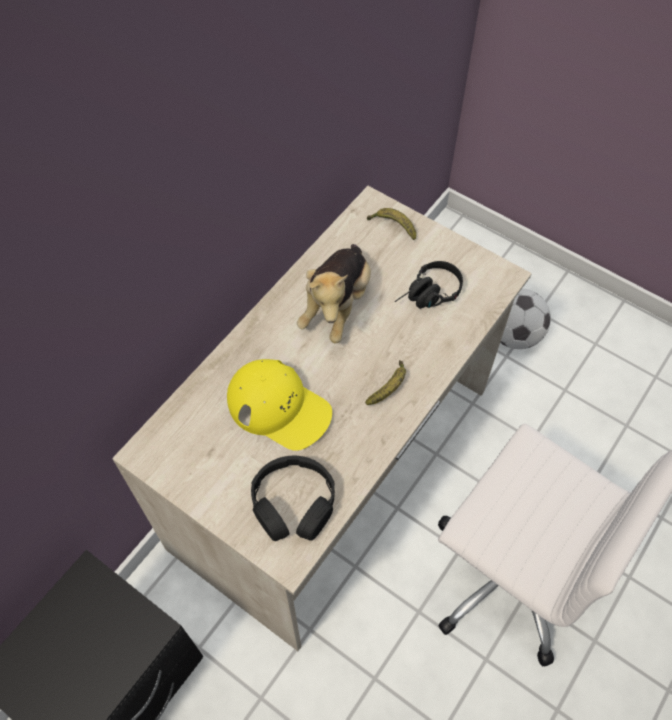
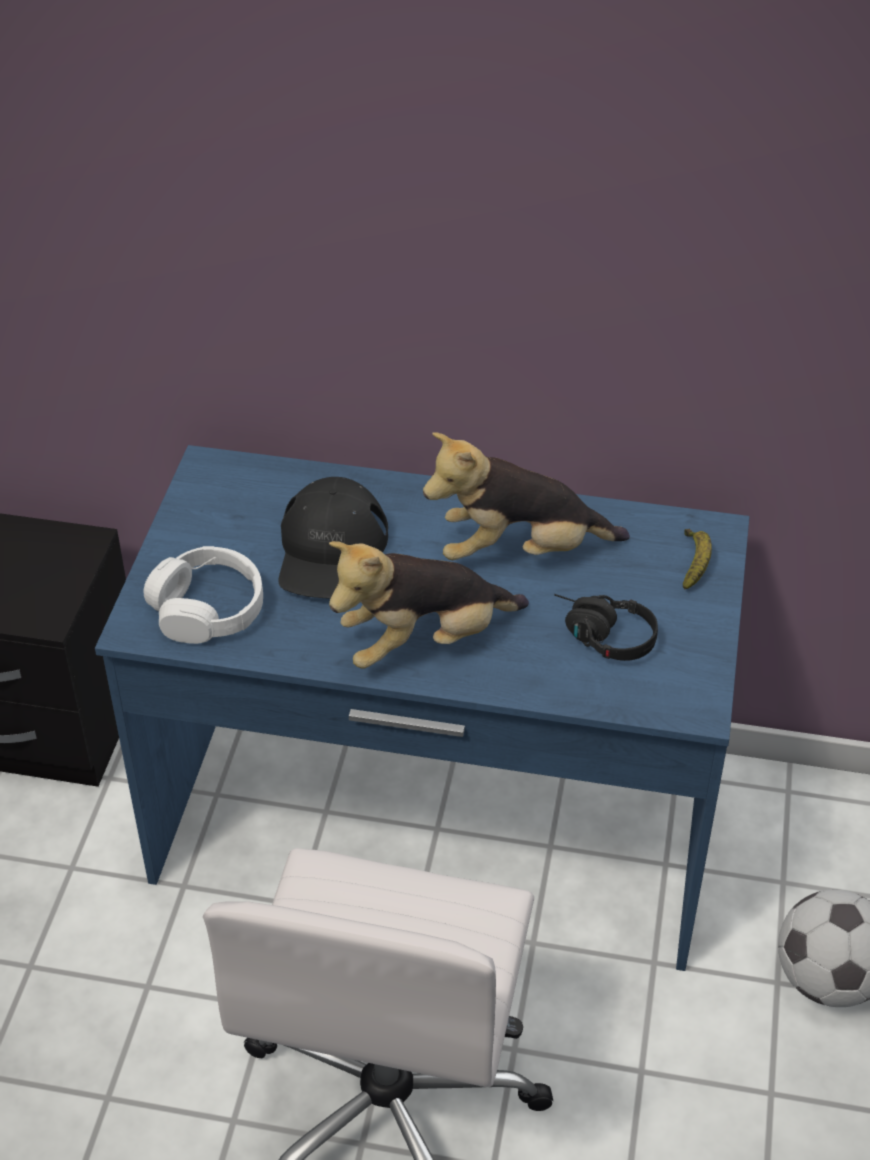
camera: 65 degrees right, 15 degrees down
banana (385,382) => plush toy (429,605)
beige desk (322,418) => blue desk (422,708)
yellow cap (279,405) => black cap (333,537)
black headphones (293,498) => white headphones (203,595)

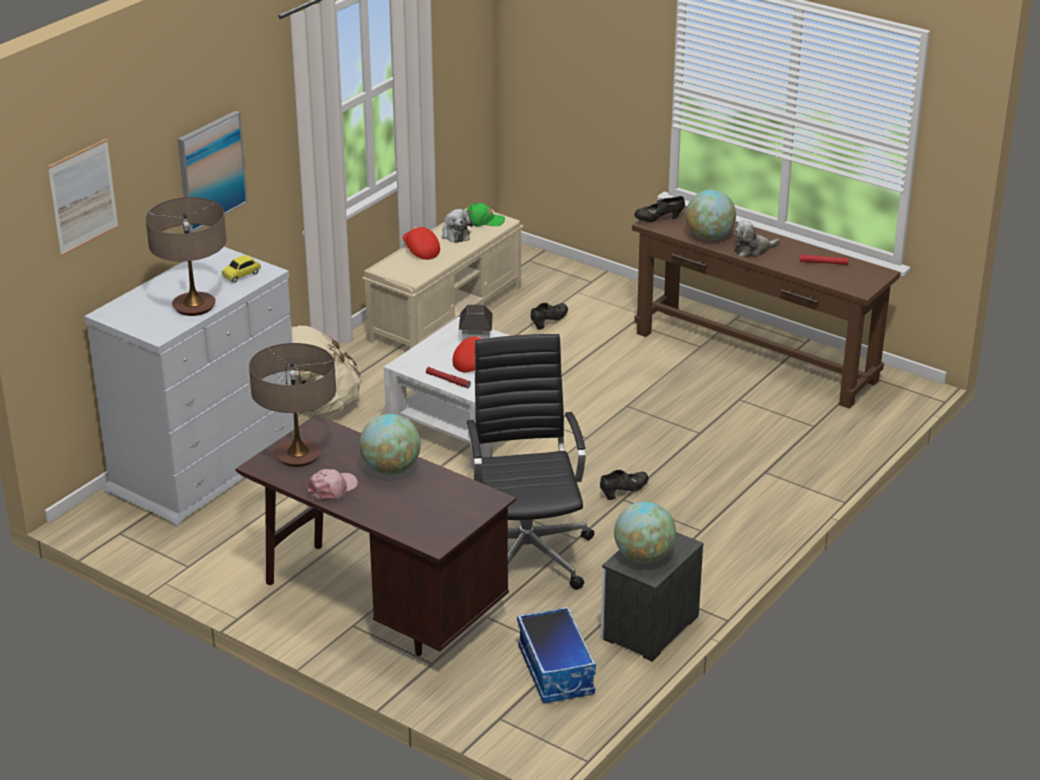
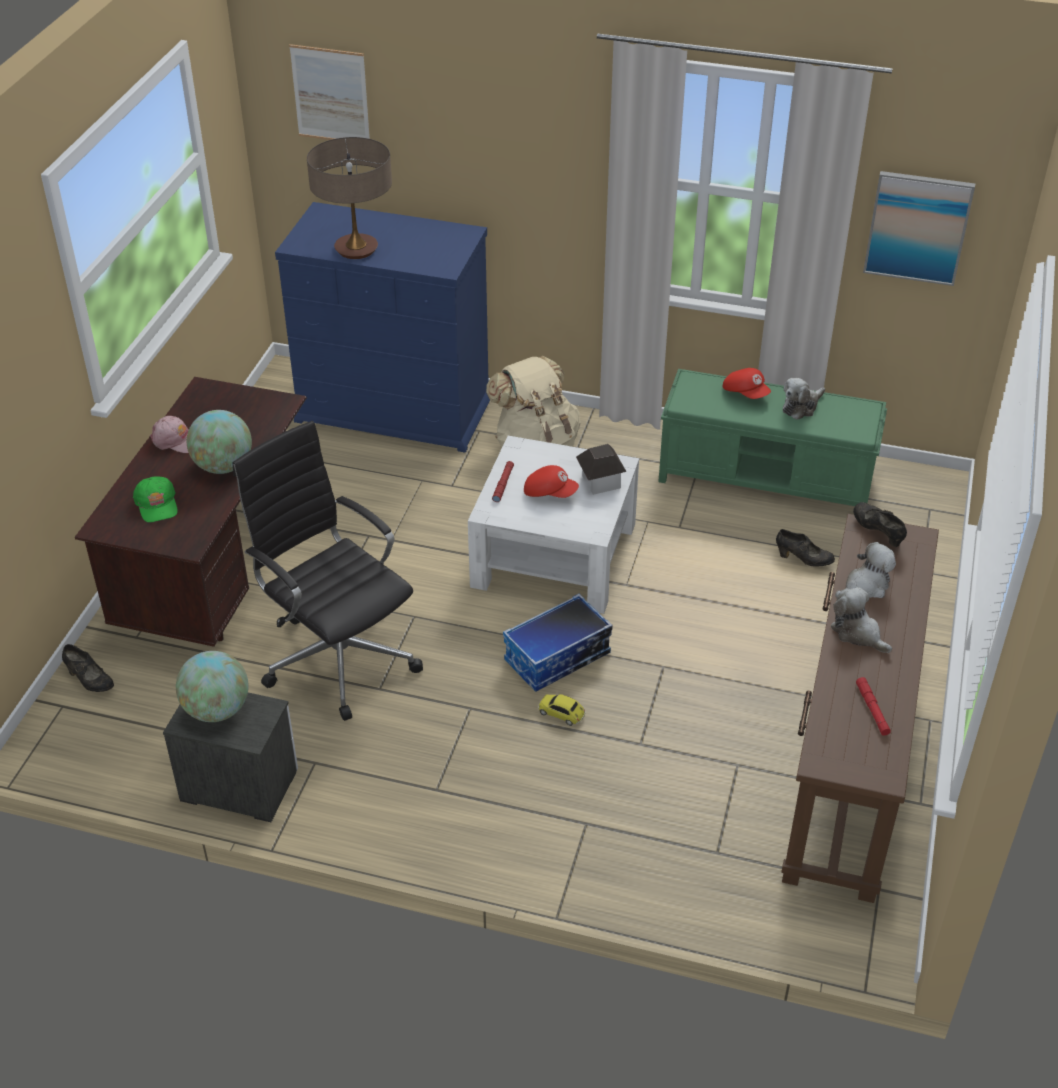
camera: 70 degrees right, 10 degrees up
table lamp (292,405) => nothing
picture (213,172) => picture (919,228), moved
toy car (241,269) => toy car (561,710), moved
green cap (485,215) => green cap (155,499), moved
storage box (556,655) => storage box (558,643), moved
black shoe (624,485) => black shoe (88,668), moved
globe (711,215) => plush toy (865,570)
white dresser (191,387) => blue dresser (382,327)
beige bench (442,278) => green bench (772,437)
red cap (421,243) => red cap (747,383), 105 degrees clockwise
black office chair (530,462) => black office chair (328,571), 105 degrees counterclockwise

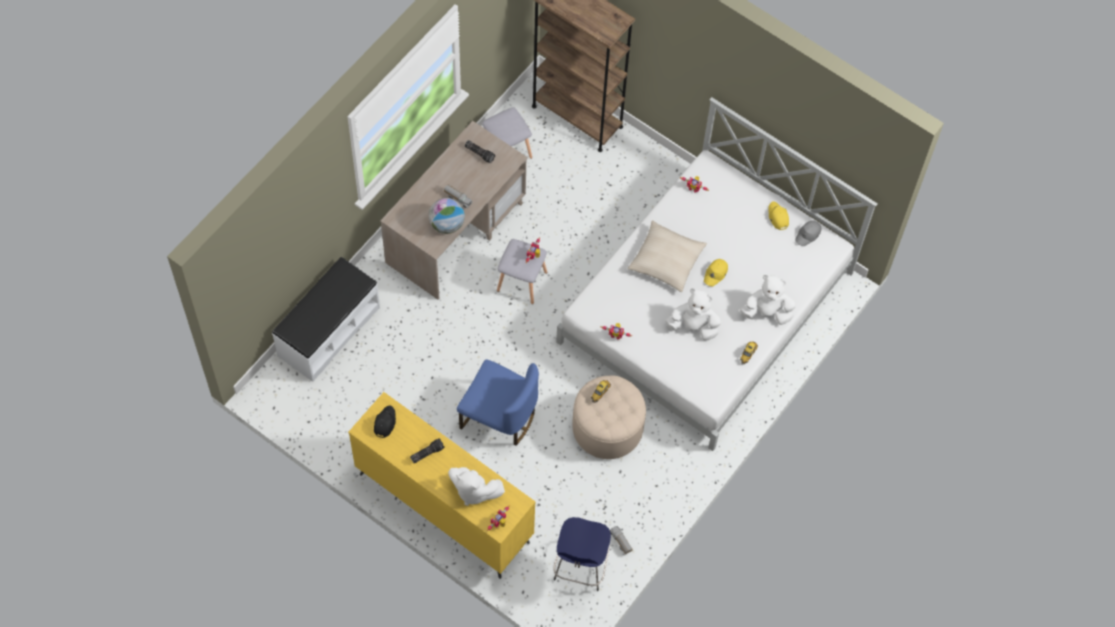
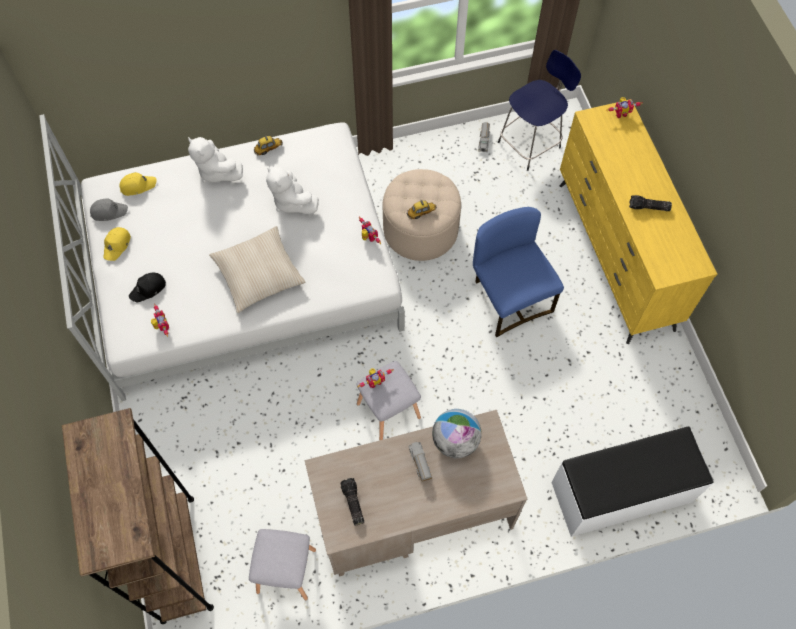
camera: 140 degrees left, 0 degrees up
white plush toy (476,486) => nothing
black cap (385,421) => black cap (147,287), moved
yellow cap (716,272) => yellow cap (138,184), moved

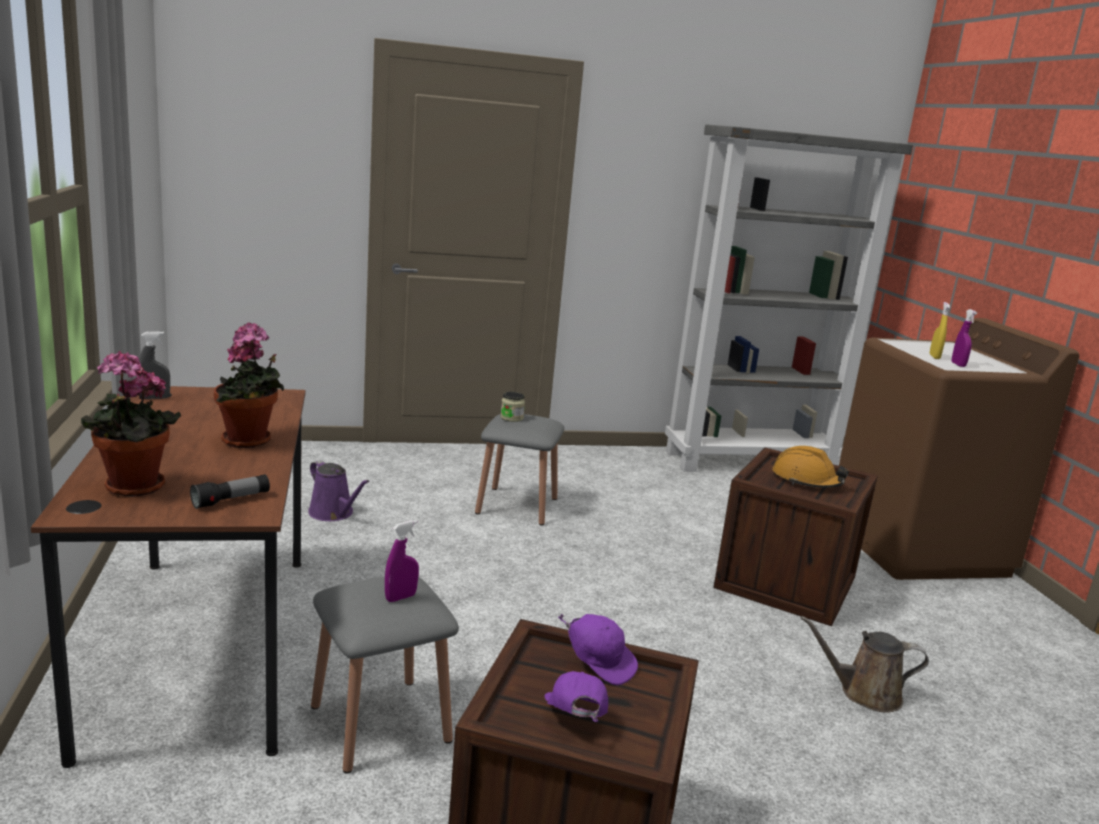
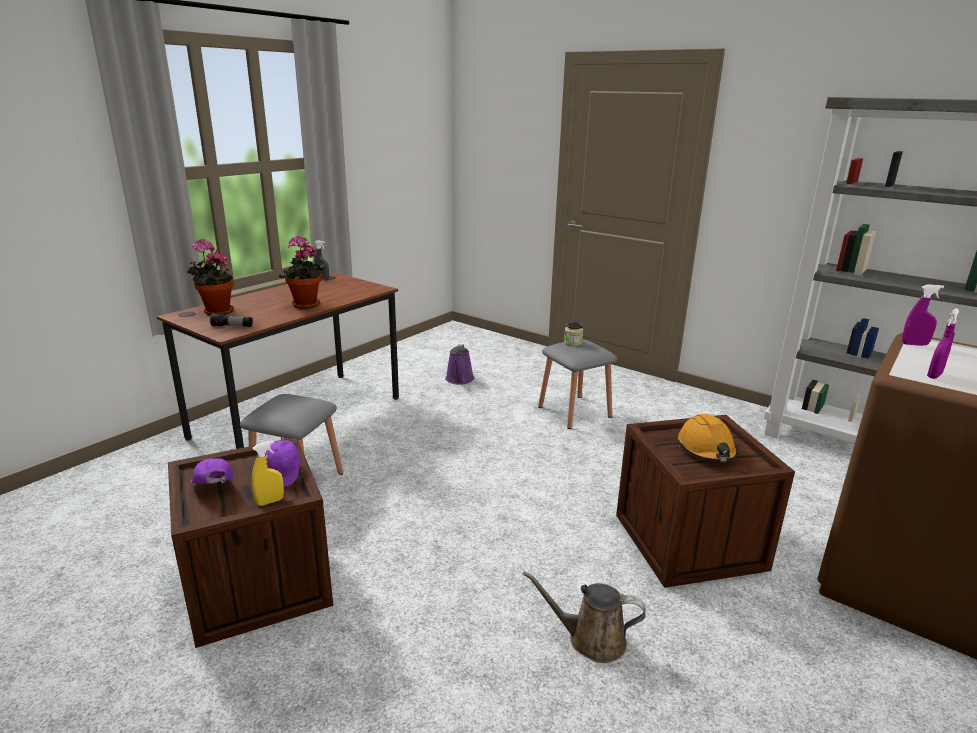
camera: 50 degrees right, 5 degrees up
purple spray bottle (402,561) => purple spray bottle (923,315), moved
yellow spray bottle (940,330) => yellow spray bottle (268,473), moved
purple cap (576,696) => purple cap (211,471), 75 degrees counterclockwise
brown watering can (865,664) => brown watering can (584,617), 45 degrees counterclockwise

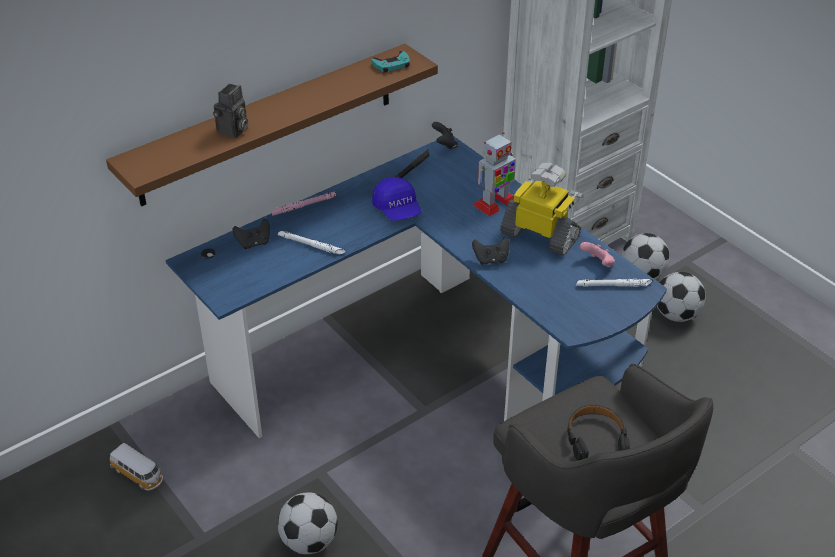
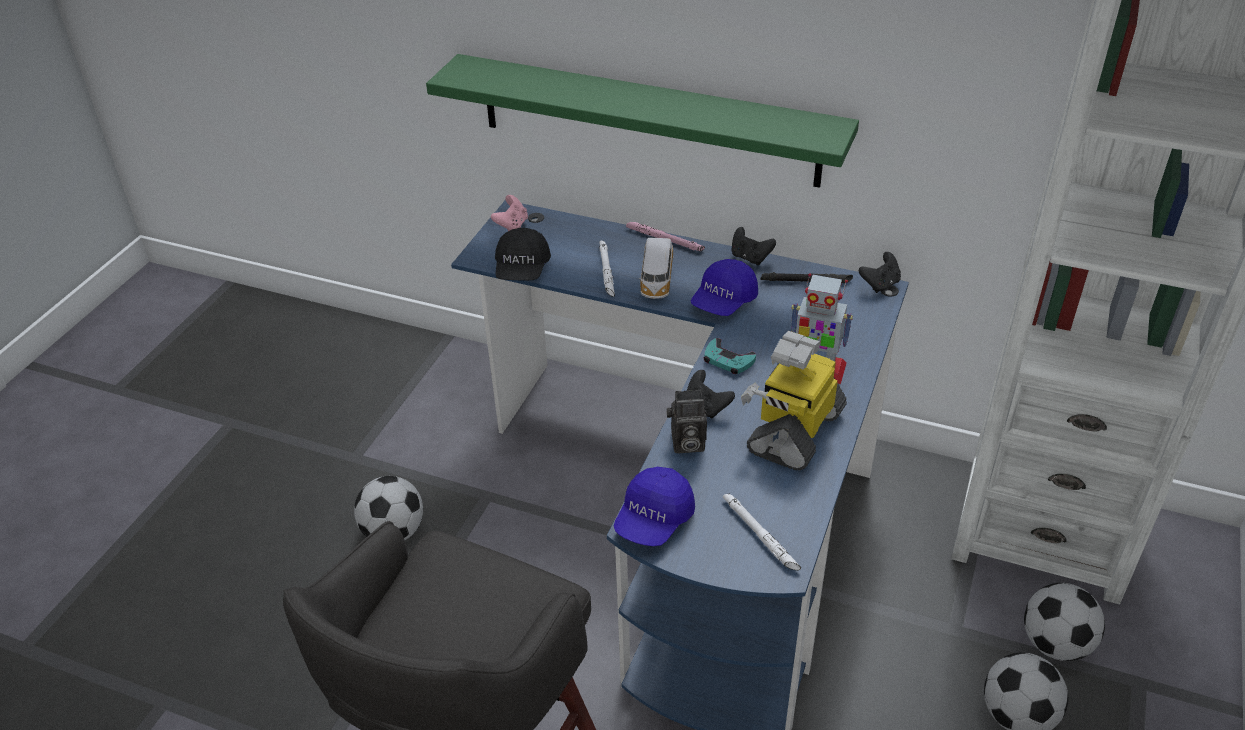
camera: 60 degrees right, 0 degrees up
black headphones (598,433) => nothing
nothing => black cap (523,254)
nothing => blue cap (654,506)
toy car (136,467) => toy car (656,268), moved
photo camera (230,110) => photo camera (687,421), moved
black game controller (251,234) => black game controller (754,246), moved
turquoise game controller (391,62) => turquoise game controller (730,356), moved
pink game controller (597,254) => pink game controller (509,213), moved
brown shelf (272,125) => green shelf (642,121)
toy robot (542,209) => toy robot (794,401), 150 degrees counterclockwise

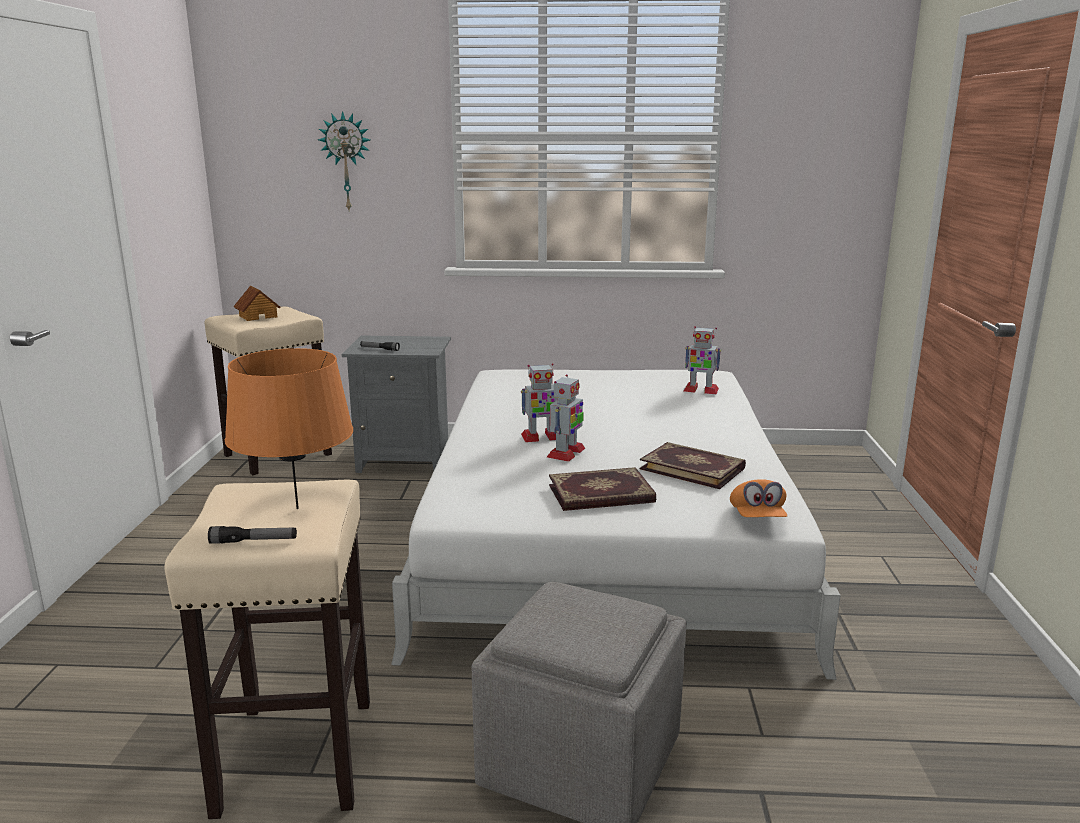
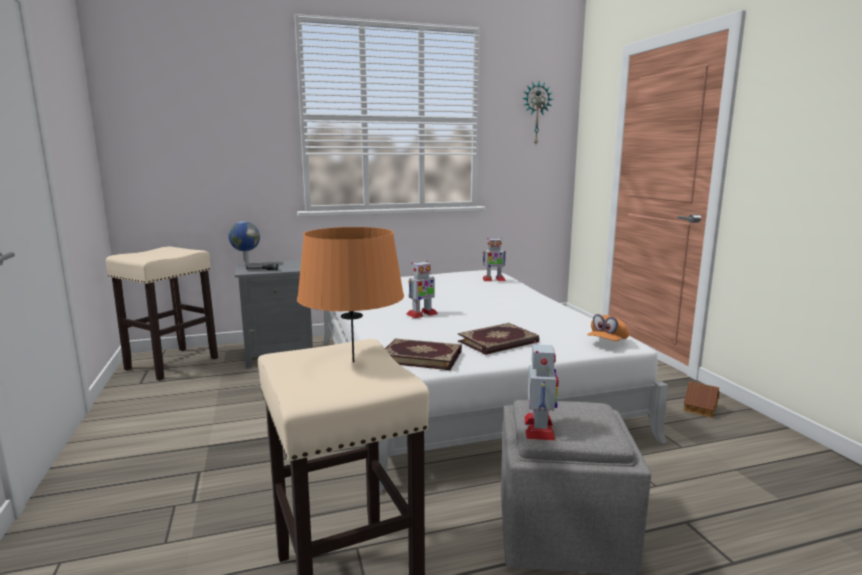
camera: 20 degrees left, 5 degrees down
flashlight (252,535) => nothing
nothing => globe (244,243)
toy house (256,303) => toy house (701,399), moved
wall clock (344,160) => wall clock (538,112), moved
toy robot (566,418) => toy robot (542,391), moved
book (692,465) => book (423,354), moved
orange cap (758,498) => orange cap (608,327), 60 degrees clockwise

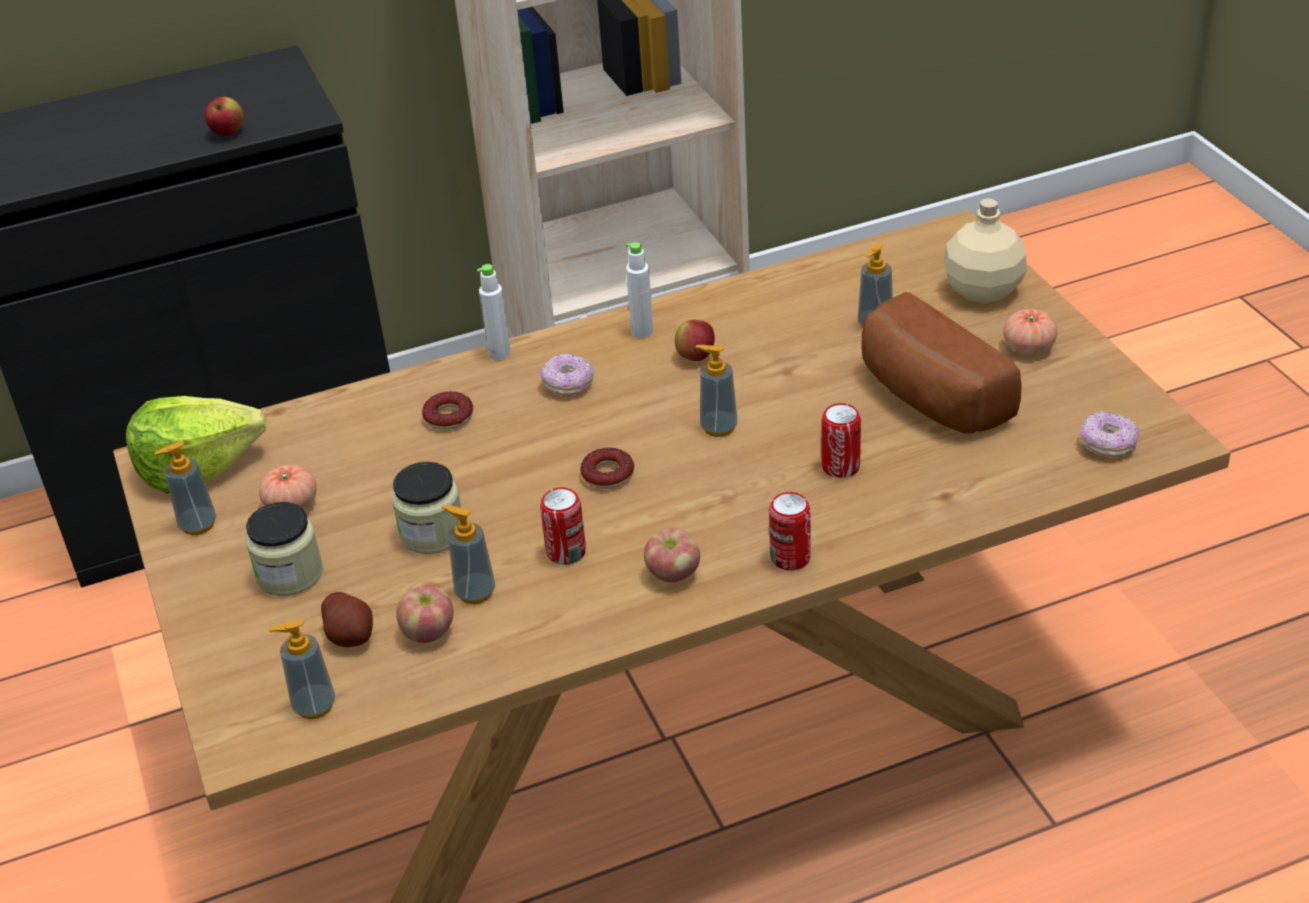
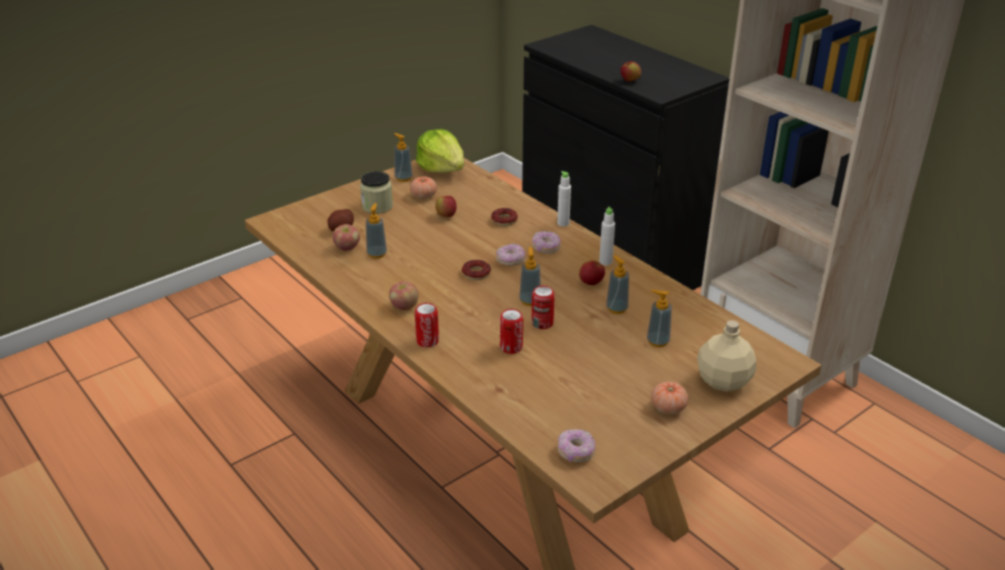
camera: 70 degrees right, 5 degrees down
jar (426,508) => nothing
bread (942,363) => nothing
nothing => apple (446,206)
nothing => donut (510,254)
soap dispenser (302,669) => soap dispenser (617,284), moved
can (563,526) => can (543,307), moved

